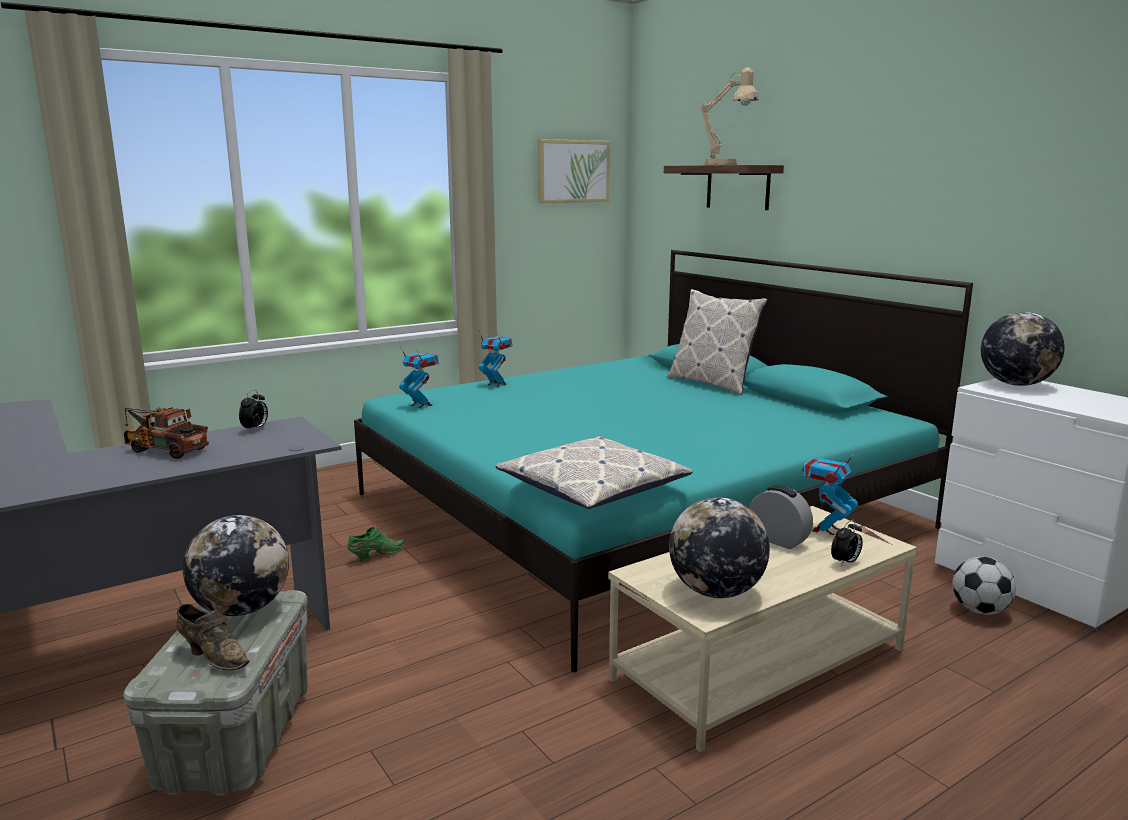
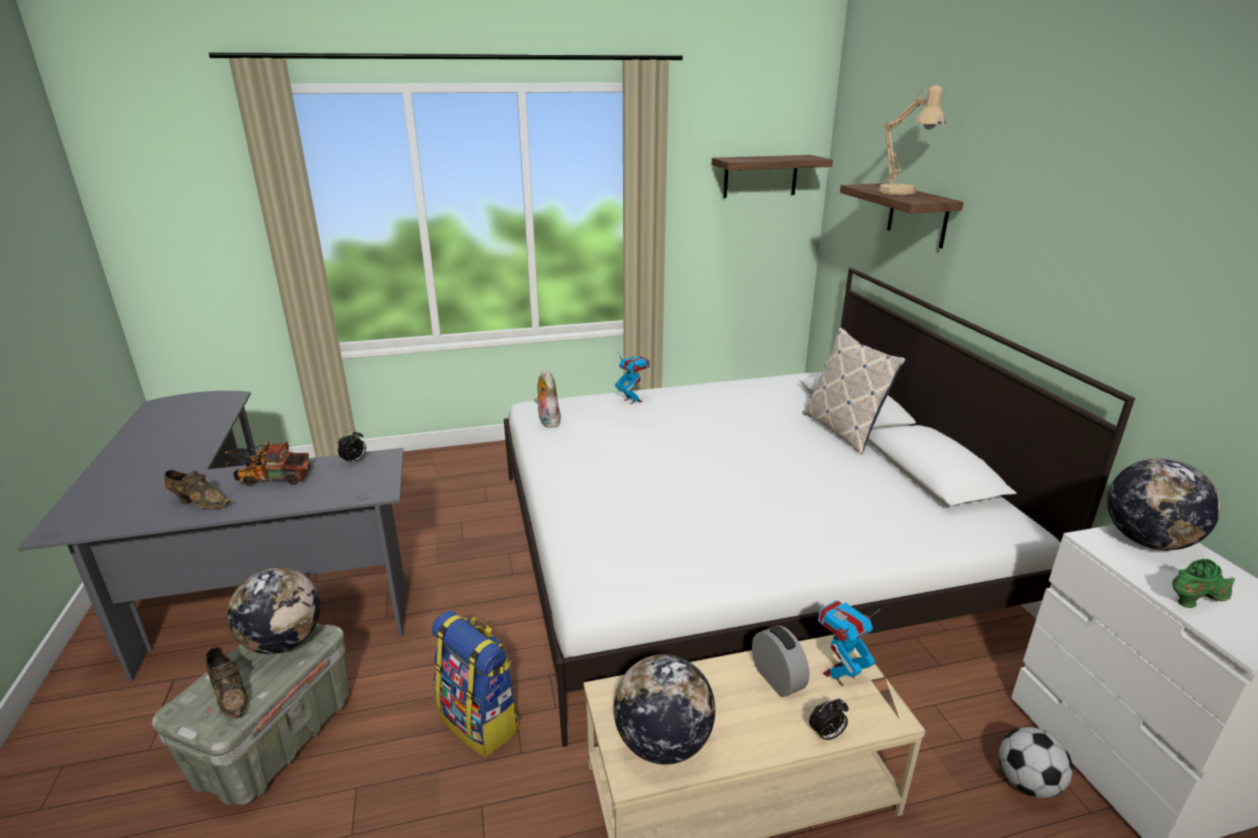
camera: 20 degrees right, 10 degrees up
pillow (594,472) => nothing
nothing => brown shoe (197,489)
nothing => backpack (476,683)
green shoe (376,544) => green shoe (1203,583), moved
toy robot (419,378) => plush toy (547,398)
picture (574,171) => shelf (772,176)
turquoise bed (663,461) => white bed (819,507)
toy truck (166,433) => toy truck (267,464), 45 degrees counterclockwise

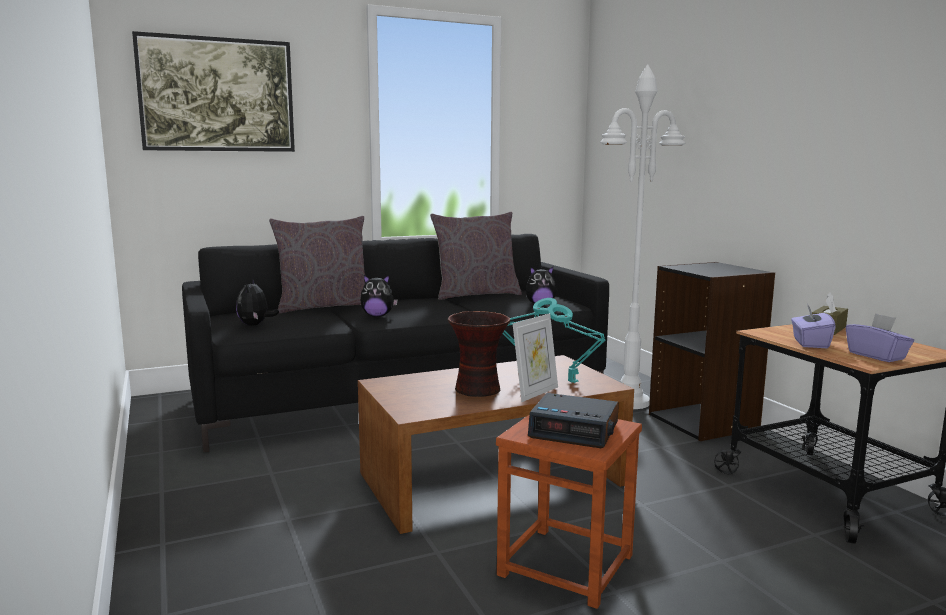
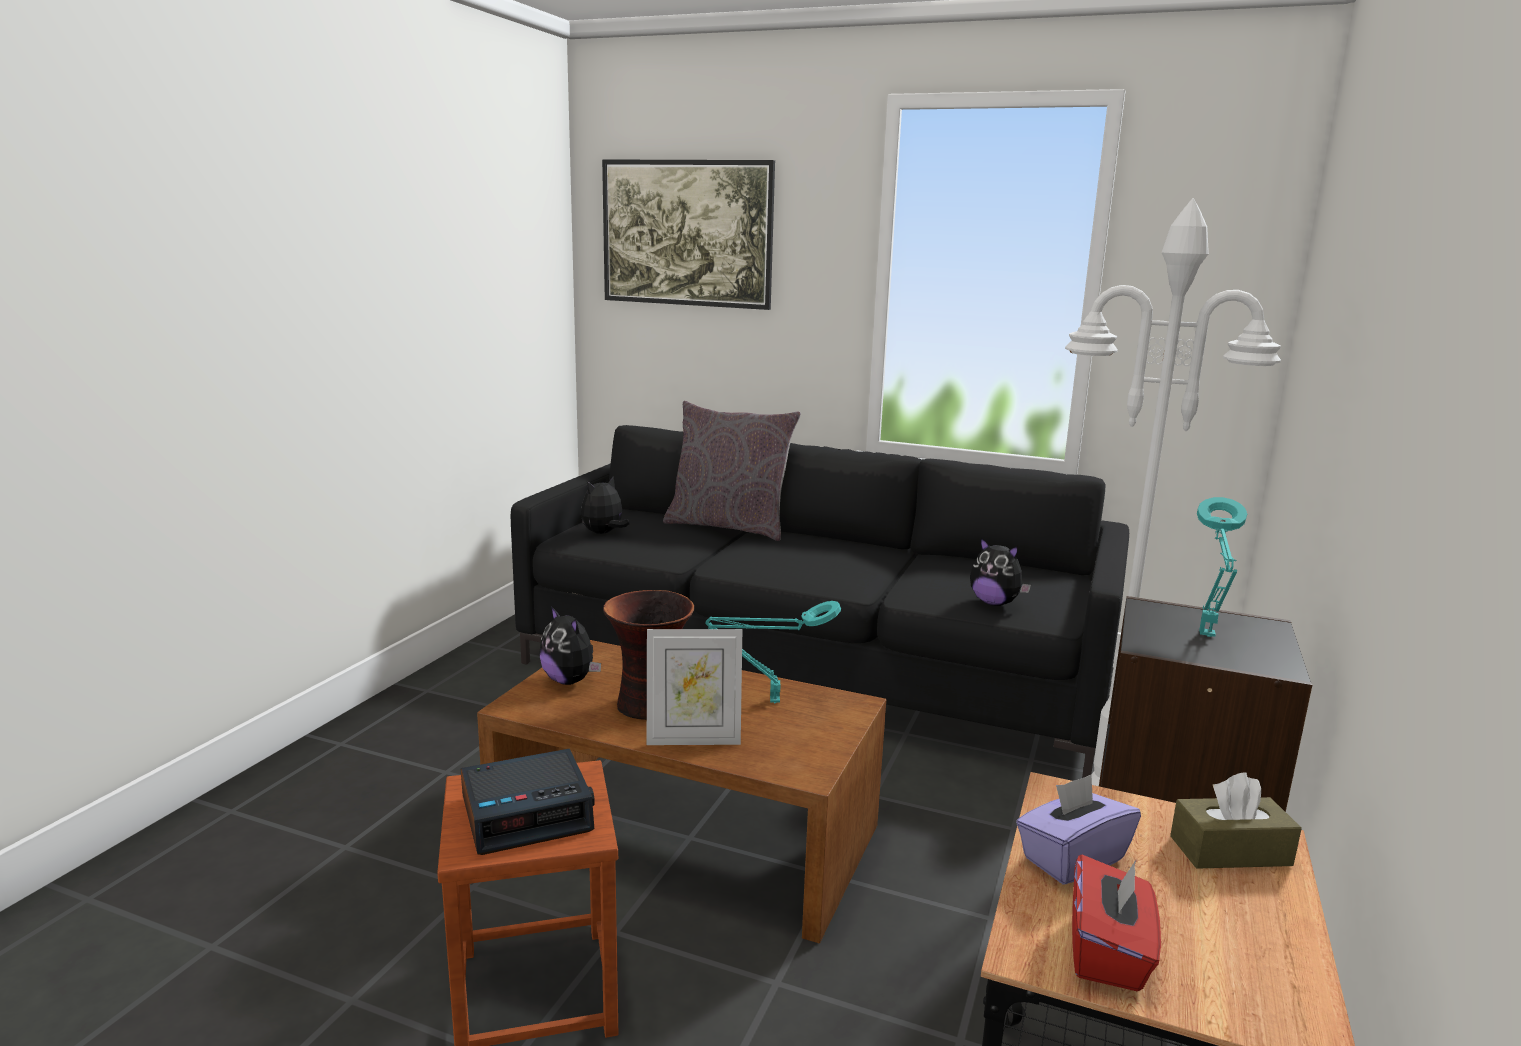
camera: 45 degrees right, 5 degrees up
grey pillow (476,256) => nothing
plush toy (379,296) => plush toy (570,645), moved
turquoise table lamp (576,343) => turquoise table lamp (1222,567), moved
purple tissue box (880,337) => red tissue box (1116,923)
alarm clock (573,420) => alarm clock (528,802), 90 degrees counterclockwise

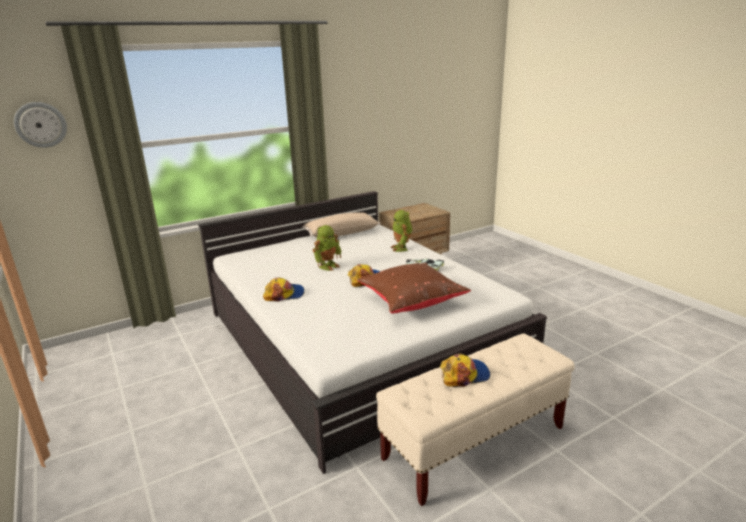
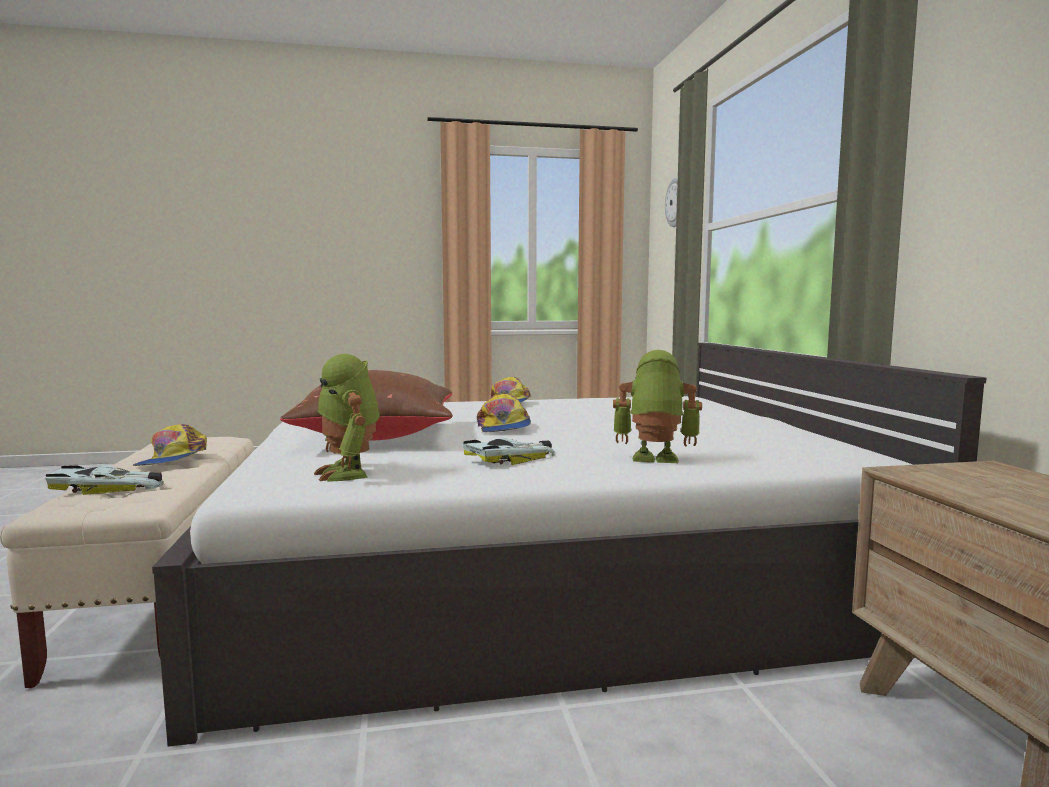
camera: 110 degrees right, 15 degrees down
beige pillow (341,225) => nothing
nothing => toy car (104,480)
toy robot (327,248) => toy robot (347,418), moved

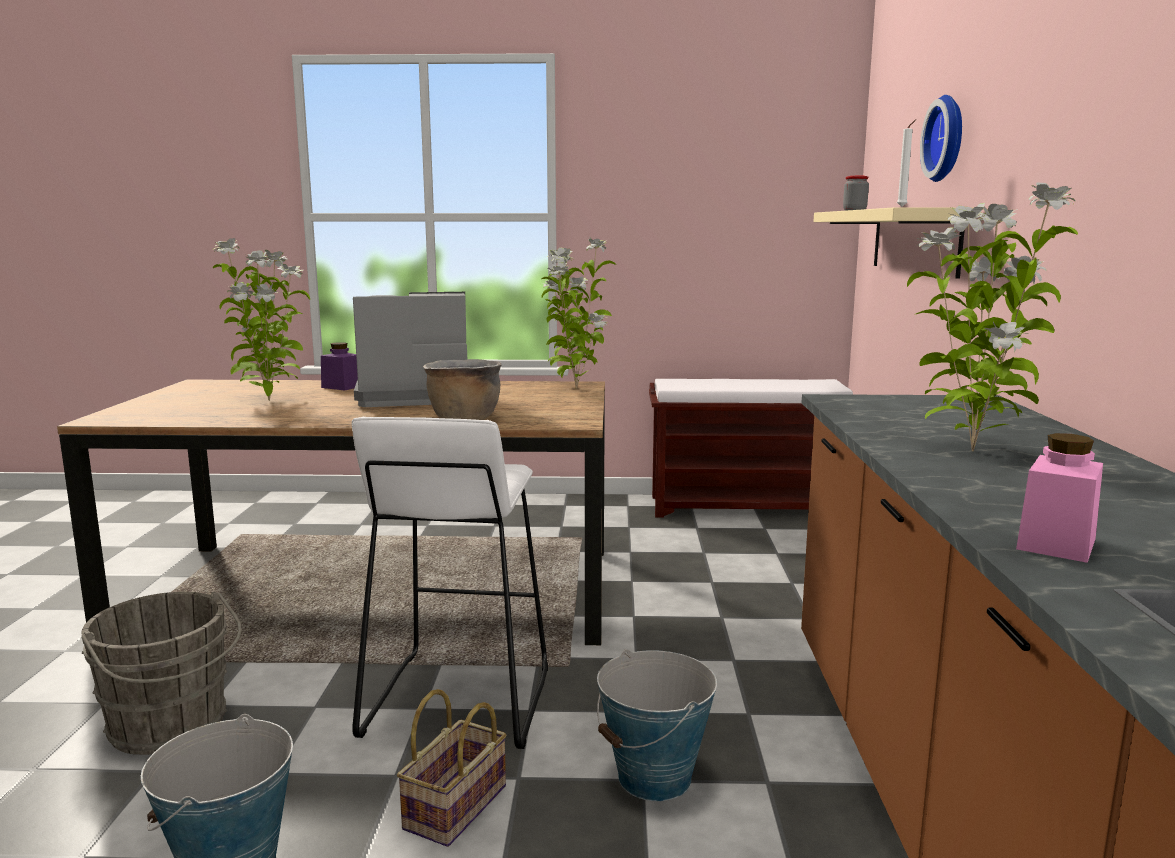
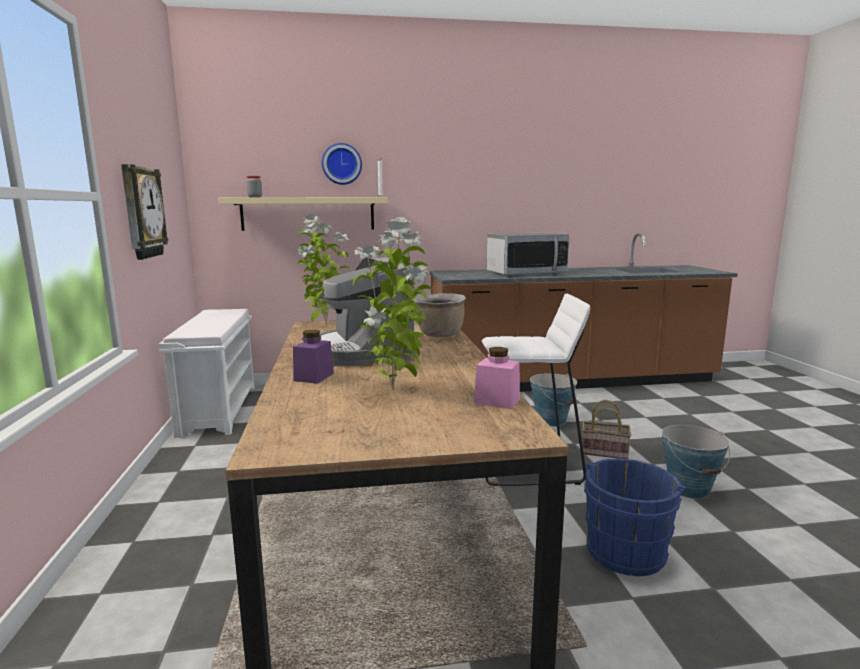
camera: 100 degrees left, 0 degrees up
nothing => wall clock (145,212)
pink jar (1059,498) => pink jar (497,378), moved
potted plant (992,316) => microwave (528,254)
grey bucket (162,673) => blue bucket (635,517)
brown bench (751,448) => white bench (206,373)

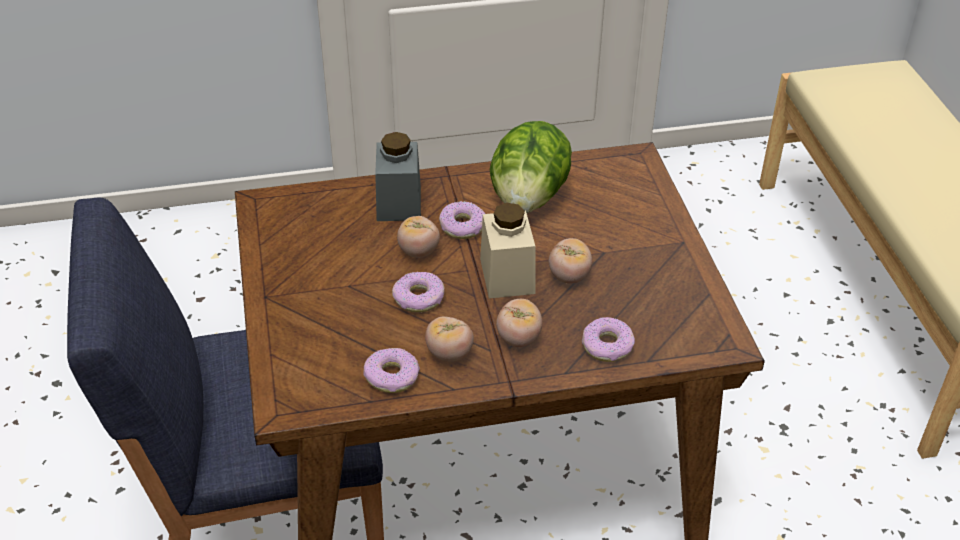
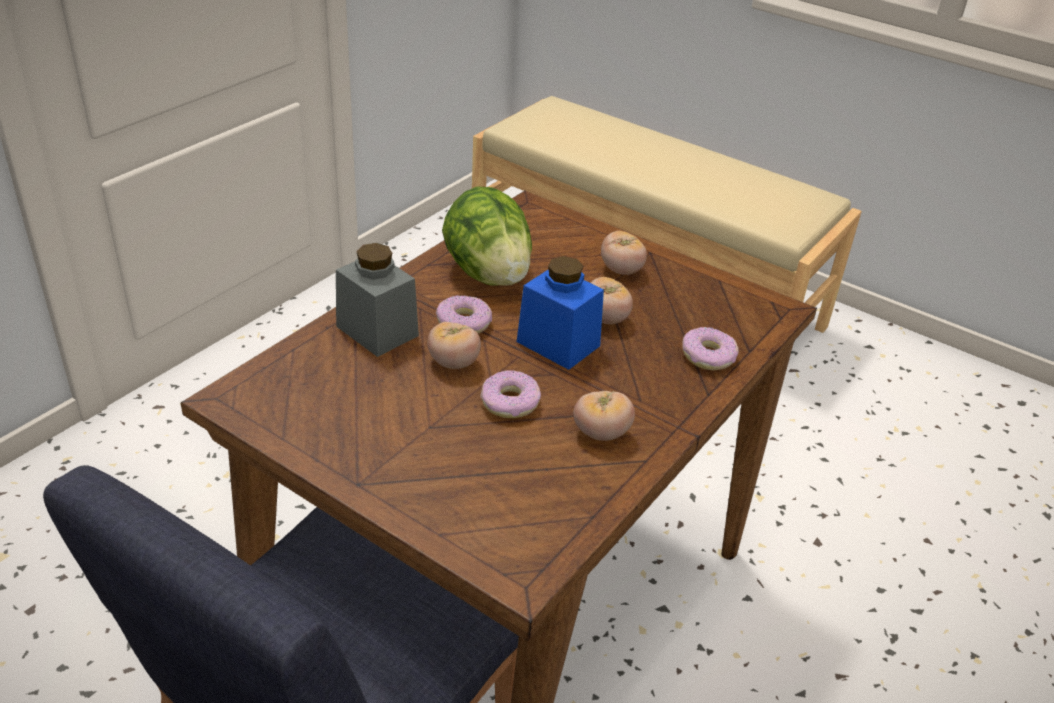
camera: 45 degrees left, 5 degrees down
donut (392,370) => nothing
tomato (519,323) => tomato (624,253), moved
beige jar (508,250) => blue jar (560,313)

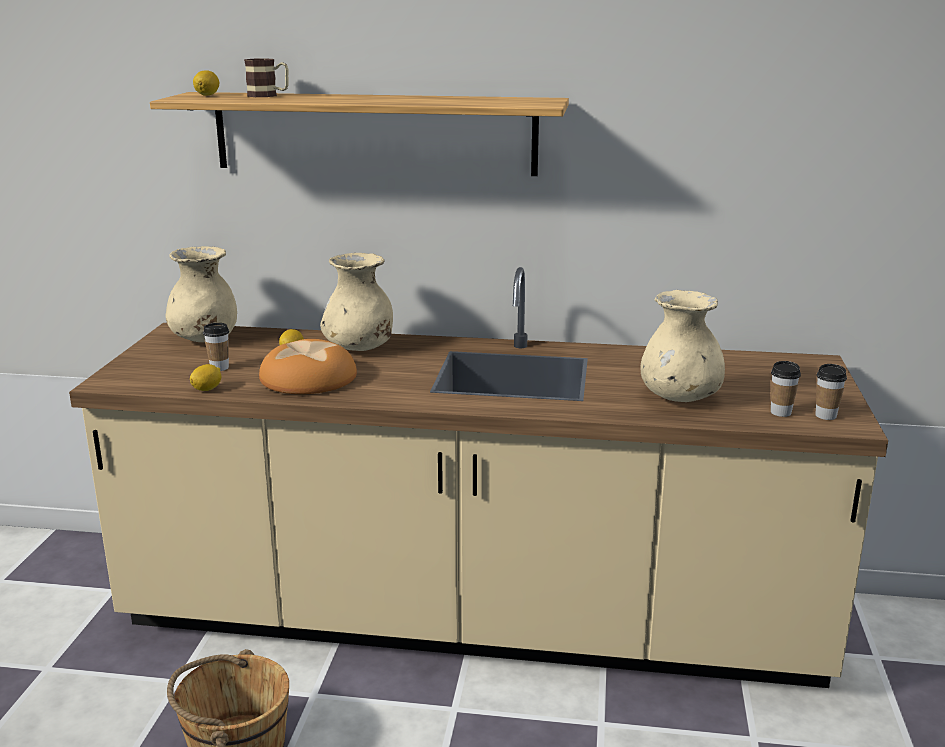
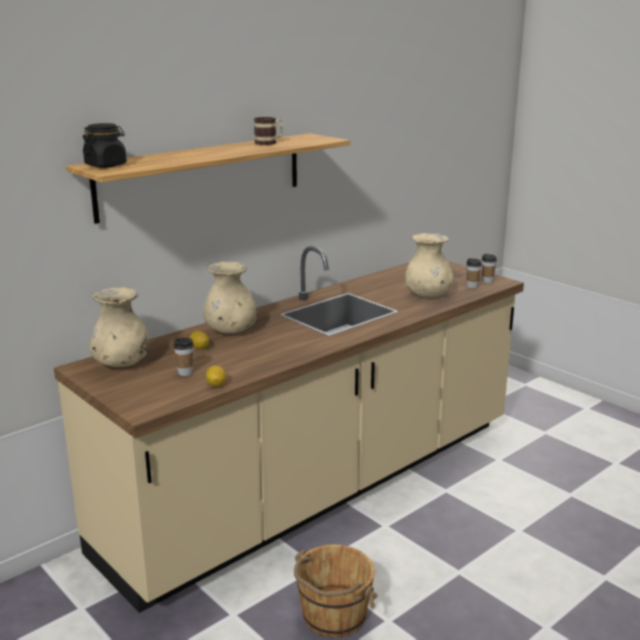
camera: 50 degrees left, 0 degrees up
bread (308,366) => nothing
mug (266,77) => mug (268,131), moved
lemon (206,83) => black jar (105,145)

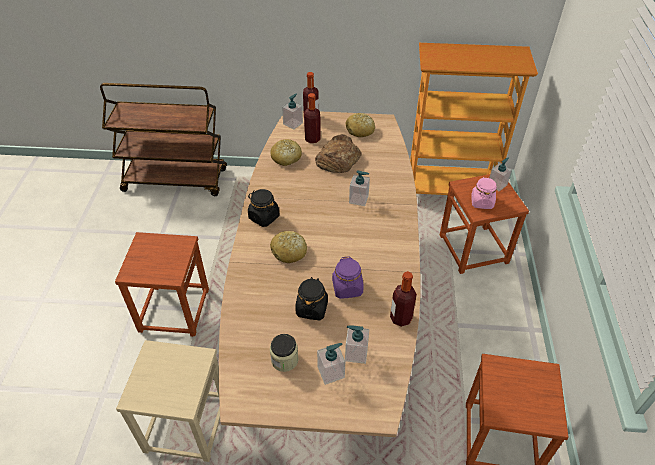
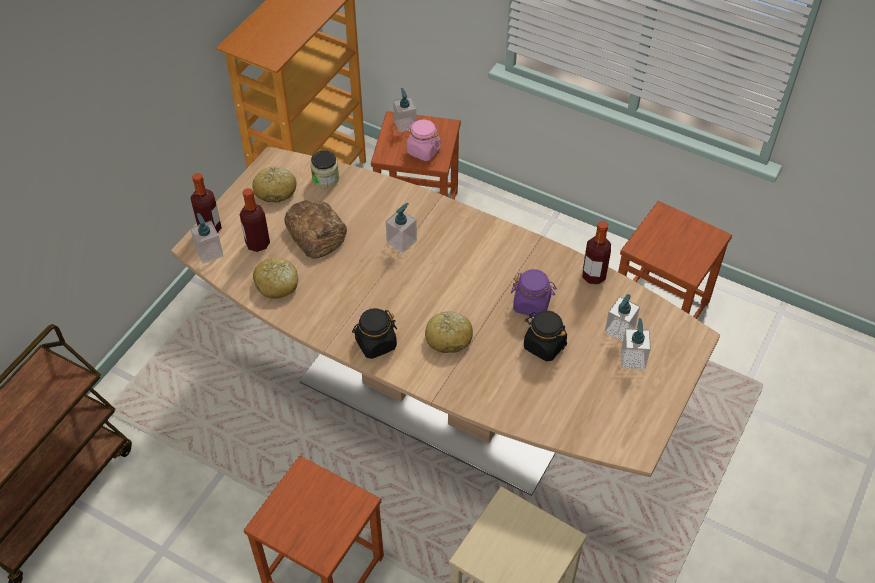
camera: 65 degrees left, 5 degrees up
jar (284,353) => jar (325,169), moved

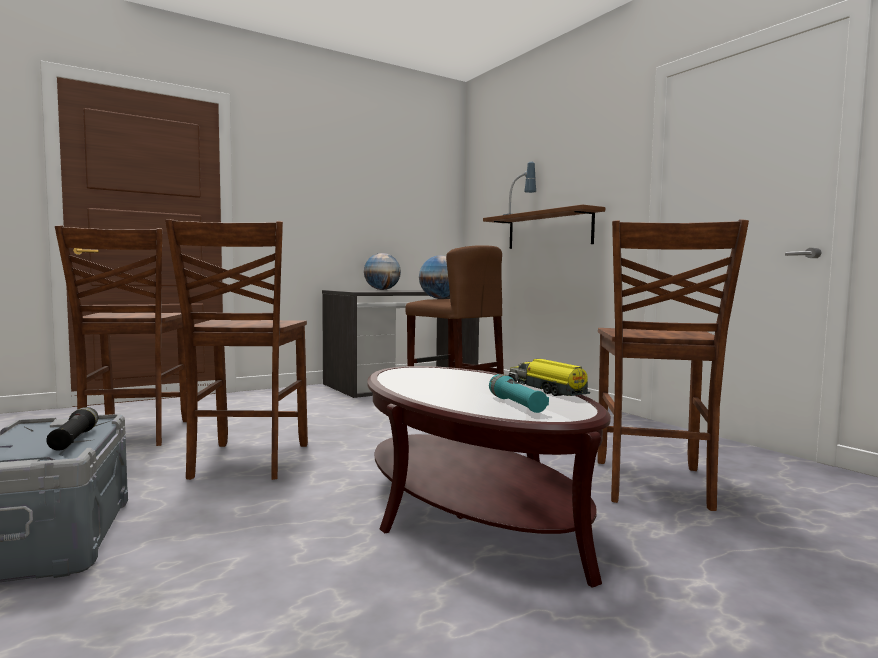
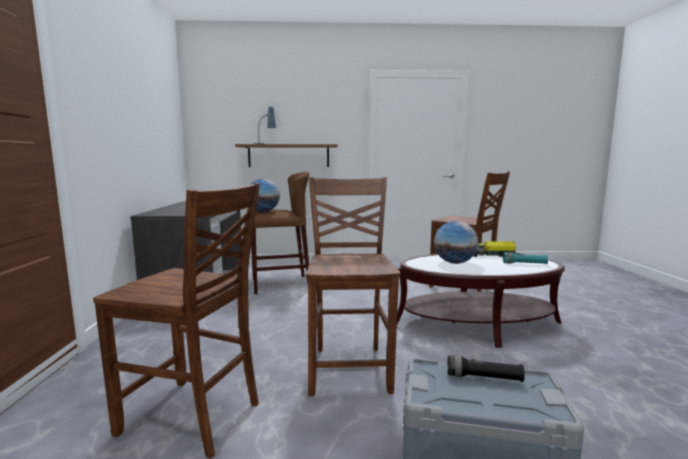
camera: 60 degrees left, 5 degrees up
globe (382,271) => globe (456,242), moved
brown chair (236,349) => brown chair (353,286), 120 degrees counterclockwise

